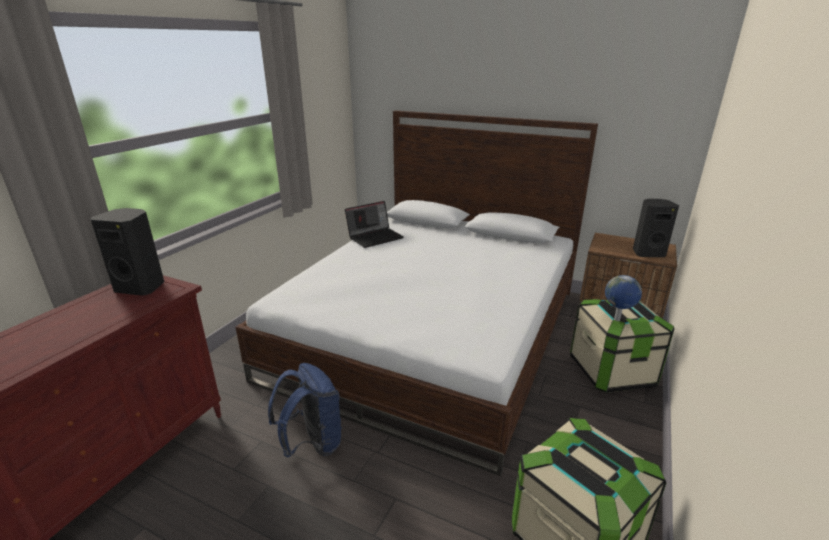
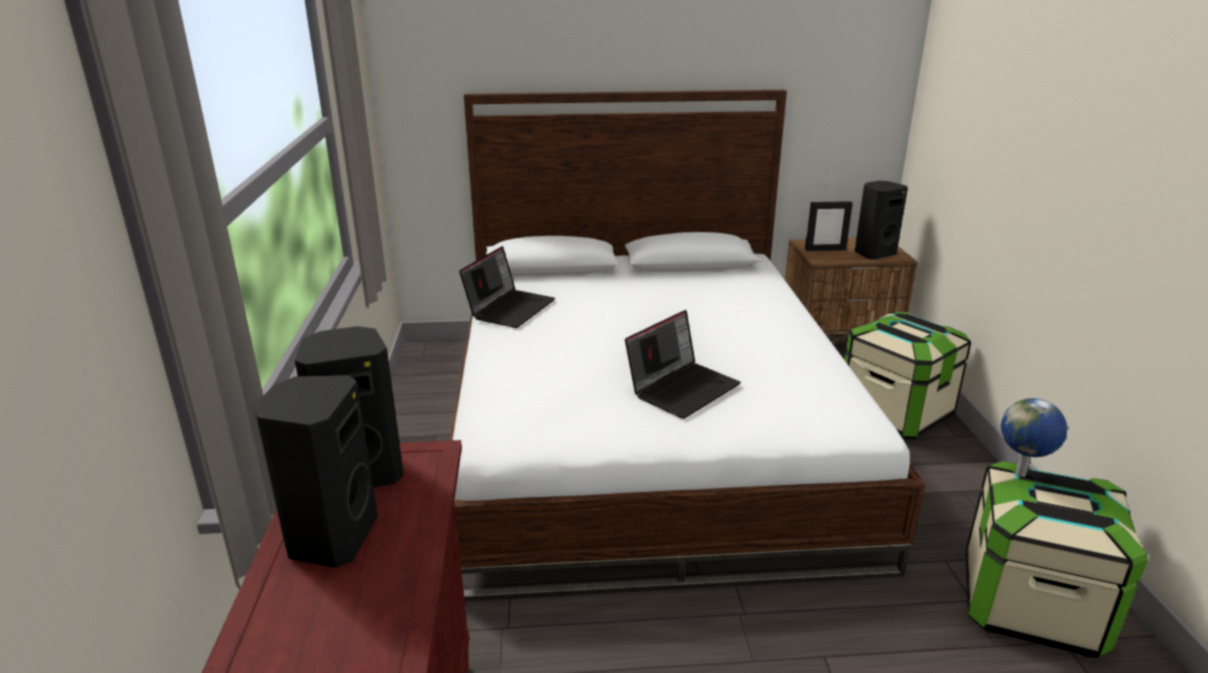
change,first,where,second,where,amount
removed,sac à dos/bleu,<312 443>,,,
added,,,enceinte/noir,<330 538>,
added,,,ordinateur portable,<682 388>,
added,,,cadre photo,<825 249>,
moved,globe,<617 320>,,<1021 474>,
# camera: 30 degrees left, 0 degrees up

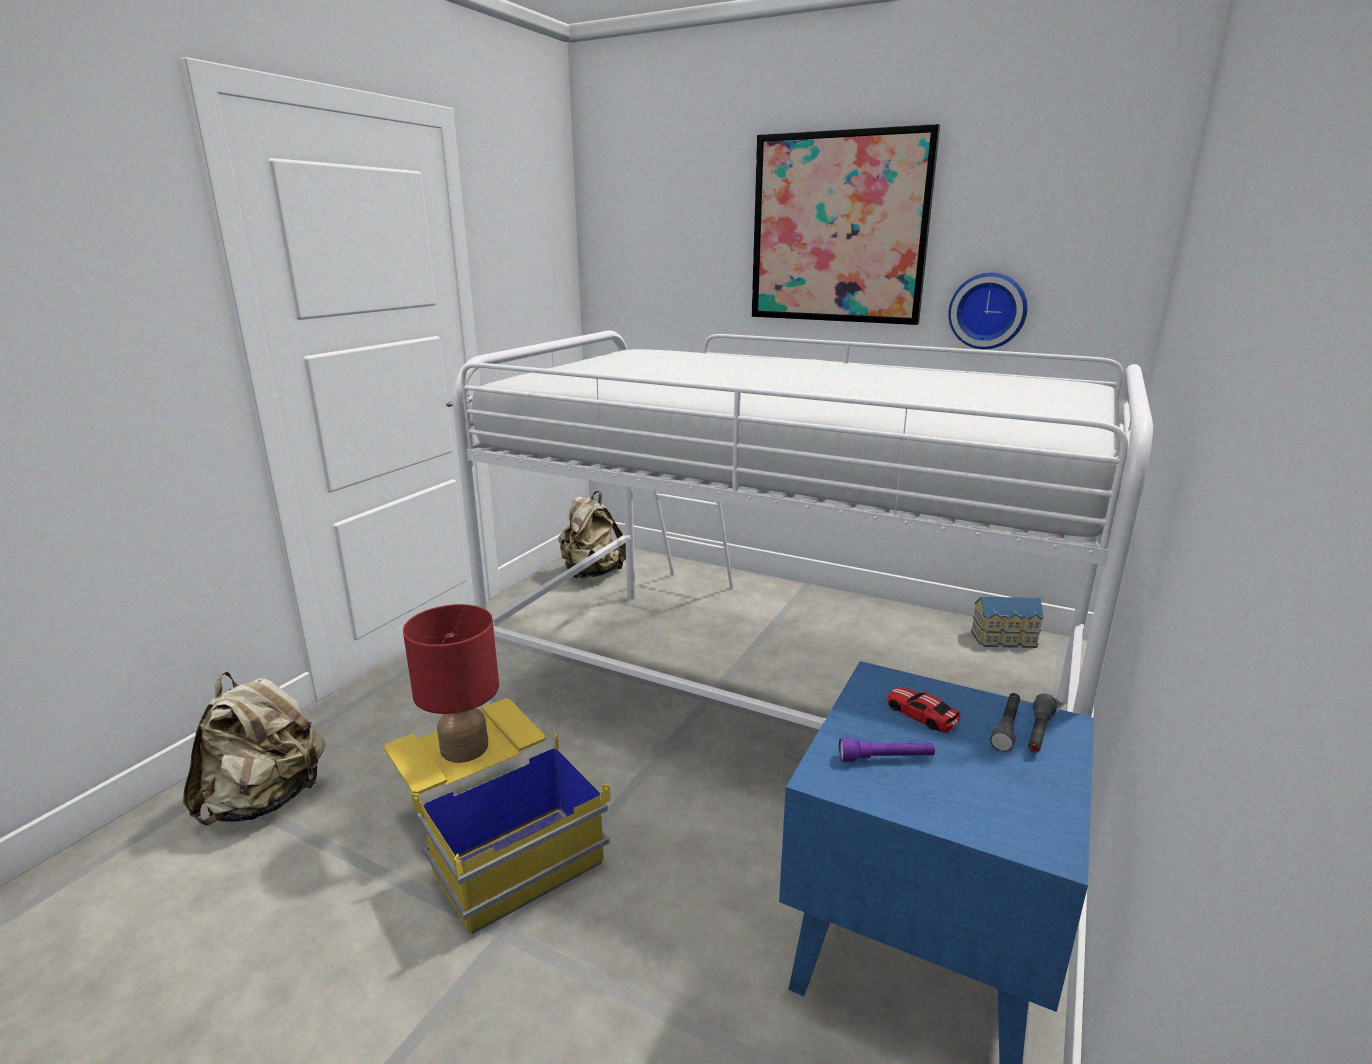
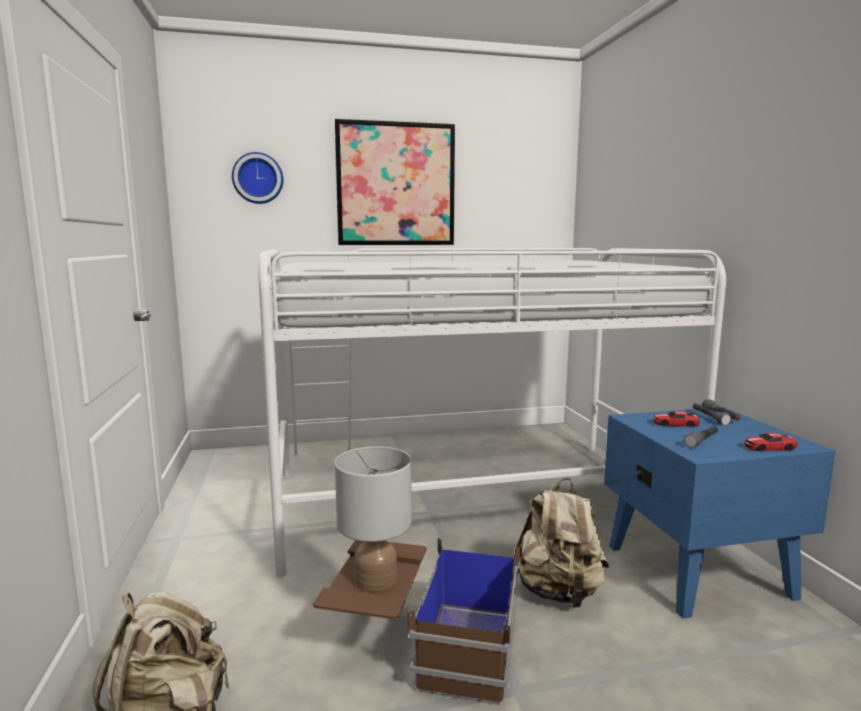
change,first,where,second,where,amount
removed,maison miniature,<1005 639>,,,
added,,,petite voiture,<770 448>,
moved,sac à dos/beige,<591 573>,,<558 593>,
moved,horloge murale,<988 310>,,<258 178>,
recoloured,boîte de rangement/jaune,<496 837>,boîte de rangement/marron,<422 645>,
recoloured,lampe de table/rouge,<463 748>,lampe de table/gris,<376 580>,
recoloured,lampe de poche/violet,<886 759>,lampe de poche/gris,<702 441>,
# camera: 40 degrees left, 10 degrees down

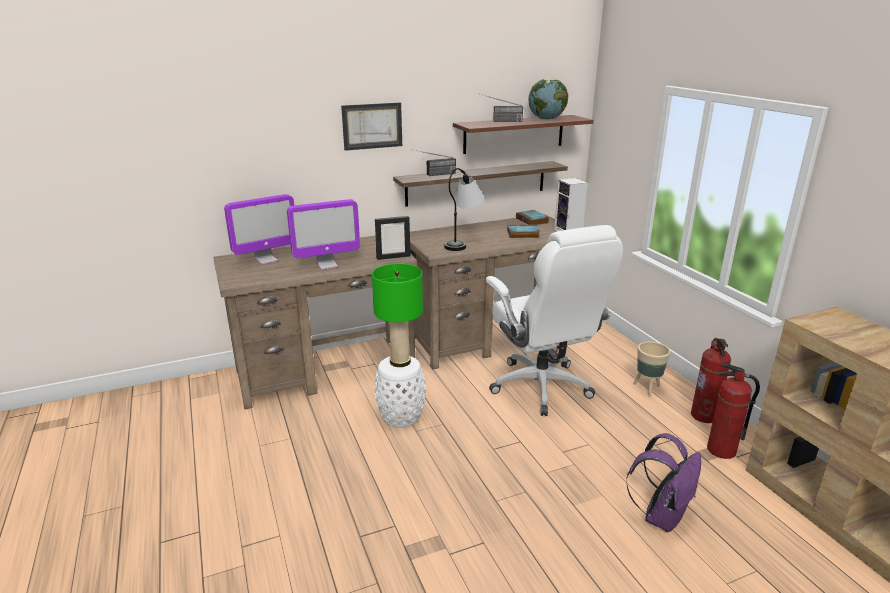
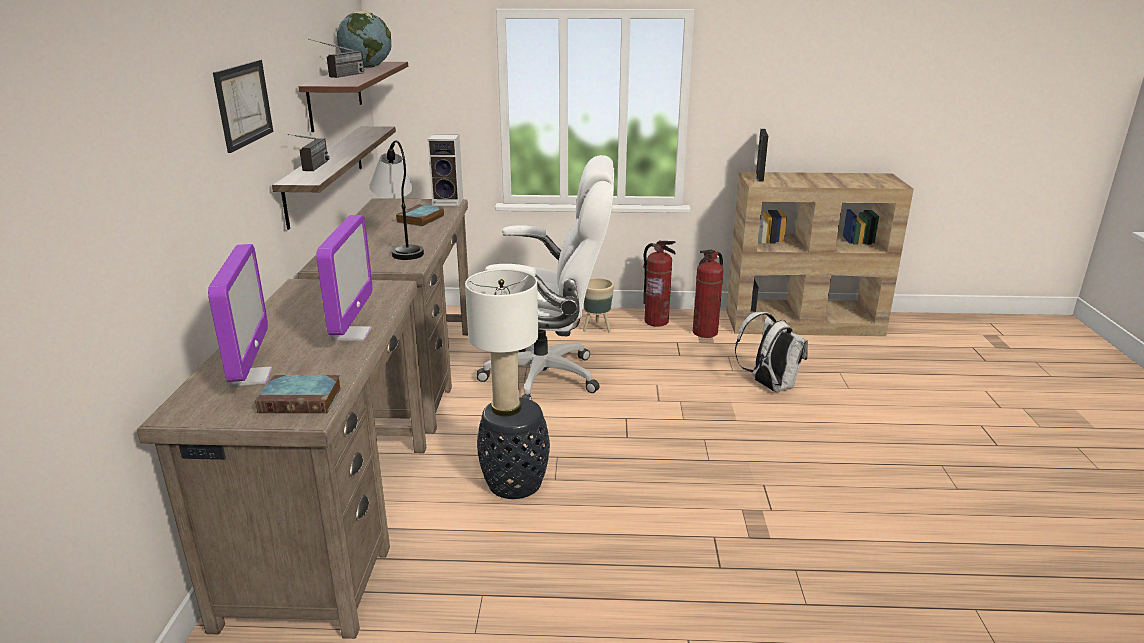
change,first,where,second,where,amount
moved,cadre photo,<393 257>,,<758 176>,
moved,livre,<532 220>,,<302 399>,
recoloured,lampe de table/vert,<400 362>,lampe de table/blanc,<506 408>,
recoloured,tabouret/blanc,<401 416>,tabouret/noir,<515 483>,
recoloured,sac à dos/violet,<661 516>,sac à dos/blanc,<769 385>,
# camera: 65 degrees left, 0 degrees up

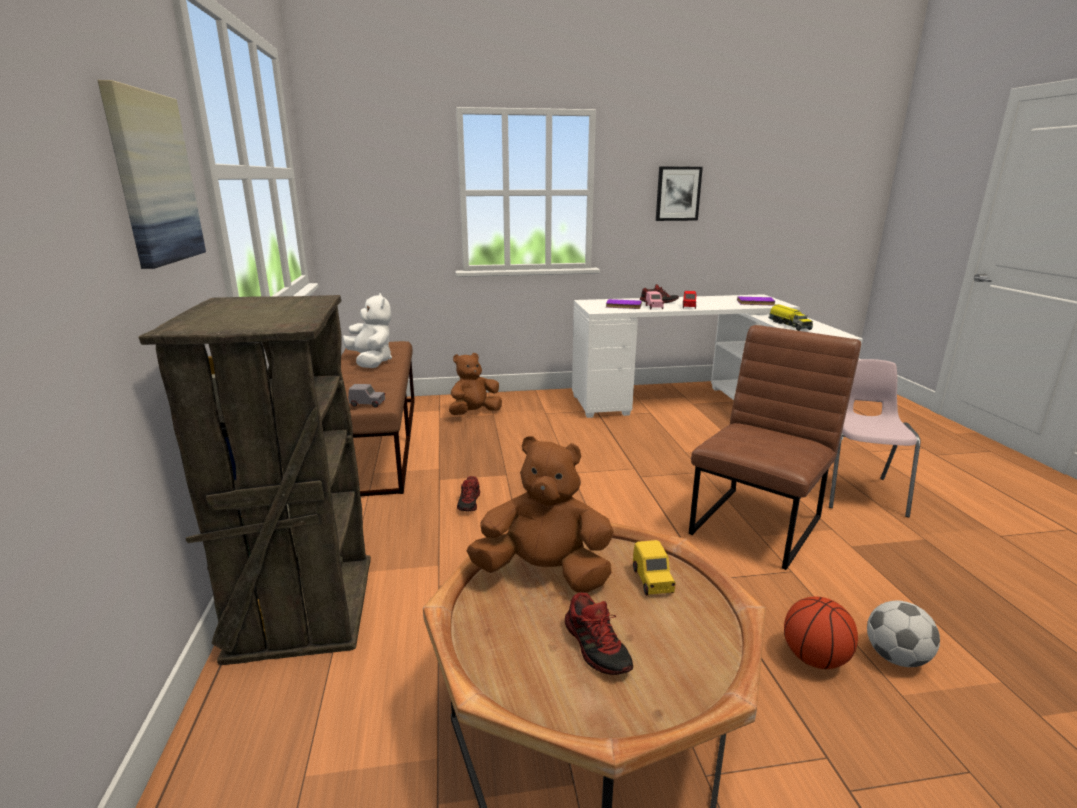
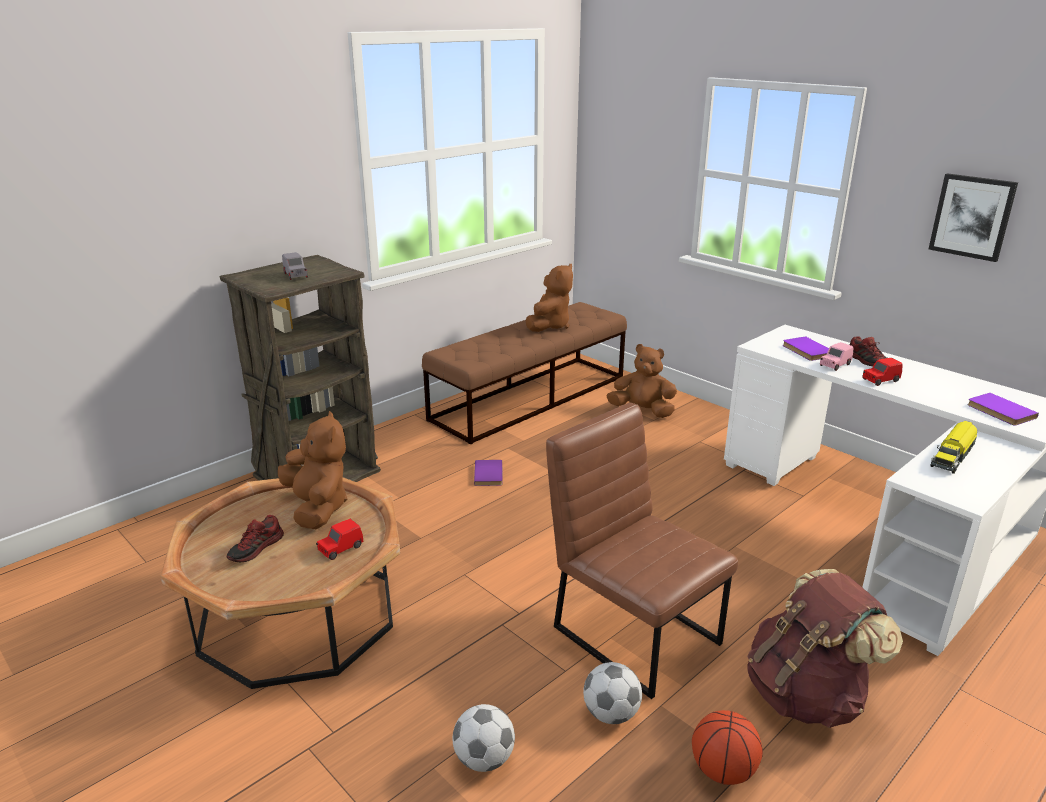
change,first,where,second,where,amount
removed,tableau,<153 179>,,,
added,,,ballon de foot,<611 714>,
moved,petite voiture/gris,<368 404>,,<295 275>,
moved,ballon de basket,<814 658>,,<722 770>,
replaced,chaussure,<470 502>,livre/violet,<490 474>,
replaced,chaise/rose,<859 492>,sac à dos/marron,<807 695>,
recoloured,peluche/blanc,<371 362>,peluche/marron,<549 325>,
recoloured,petite voiture/jaune,<652 581>,petite voiture/rouge,<340 549>,
turned,chaise/marron,<758 524>,,<633 632>,135 degrees counterclockwise
# camera: 55 degrees right, 5 degrees up

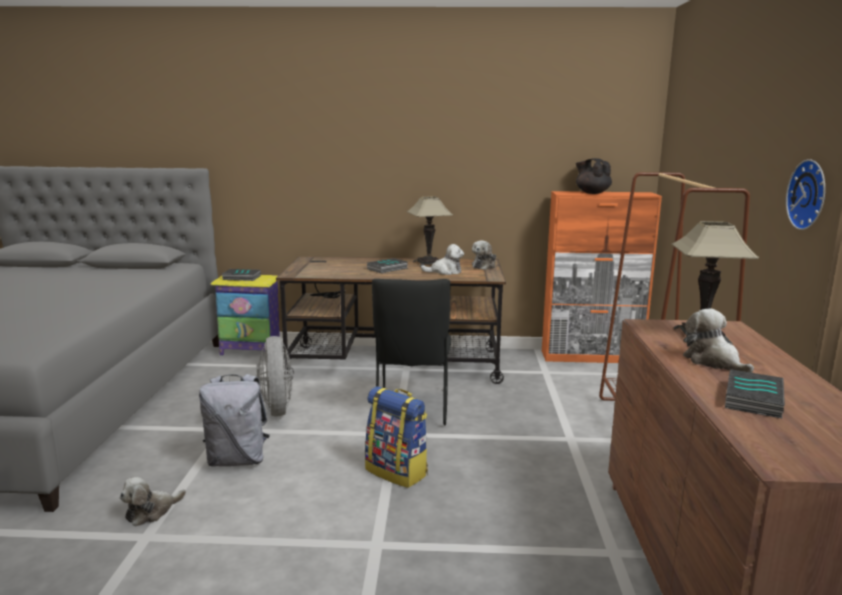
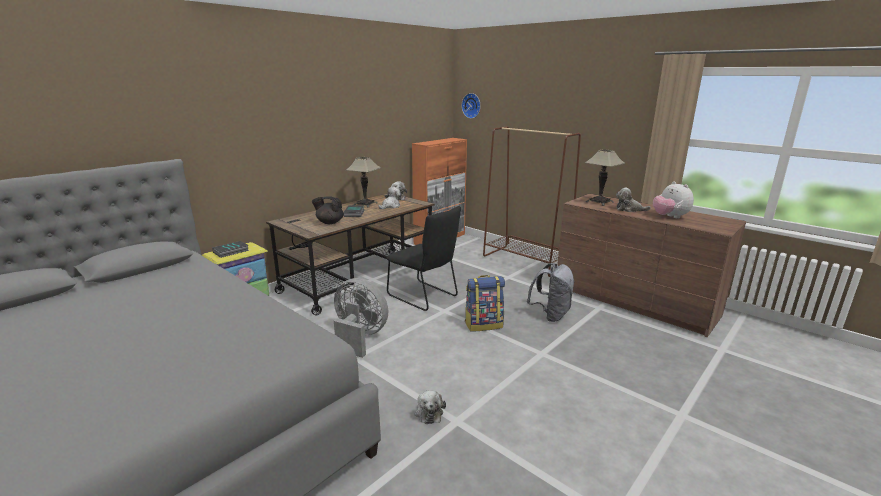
change,first,where,second,where,amount
moved,sac à dos/gris,<237 460>,,<550 315>,
moved,théière/noir,<592 193>,,<329 222>,
moved,horloge murale,<810 195>,,<472 105>,
replaced,livre,<755 400>,peluche,<669 217>,
# camera: 50 degrees left, 5 degrees up

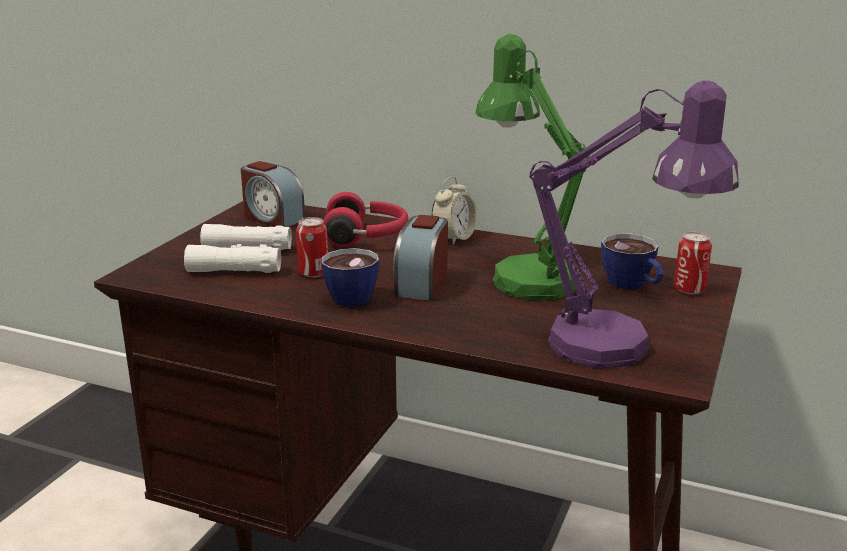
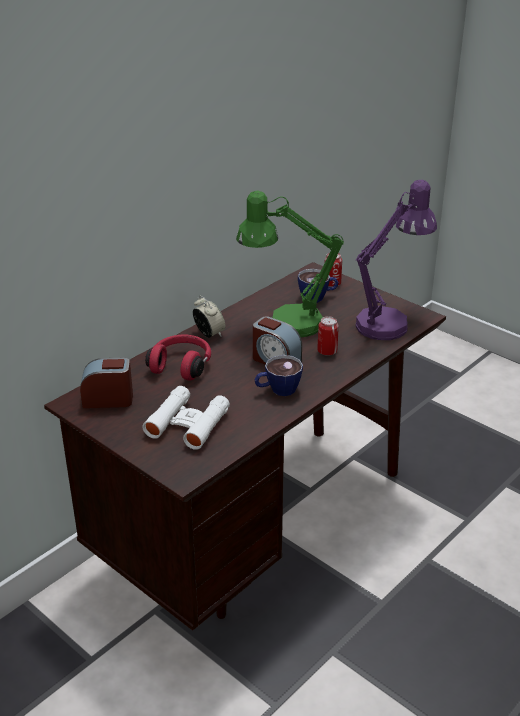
change,first,where,second,where,amount
moved,boîte métallique,<313 273>,,<327 351>,
turned,réveil,<272 218>,,<108 399>,150 degrees counterclockwise
# camera: 70 degrees left, 10 degrees up

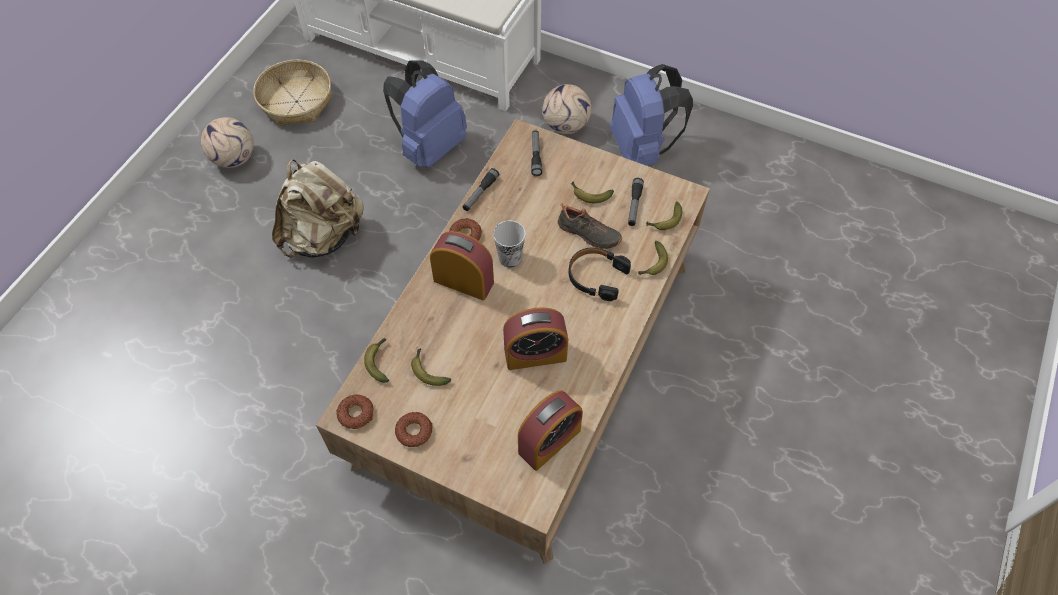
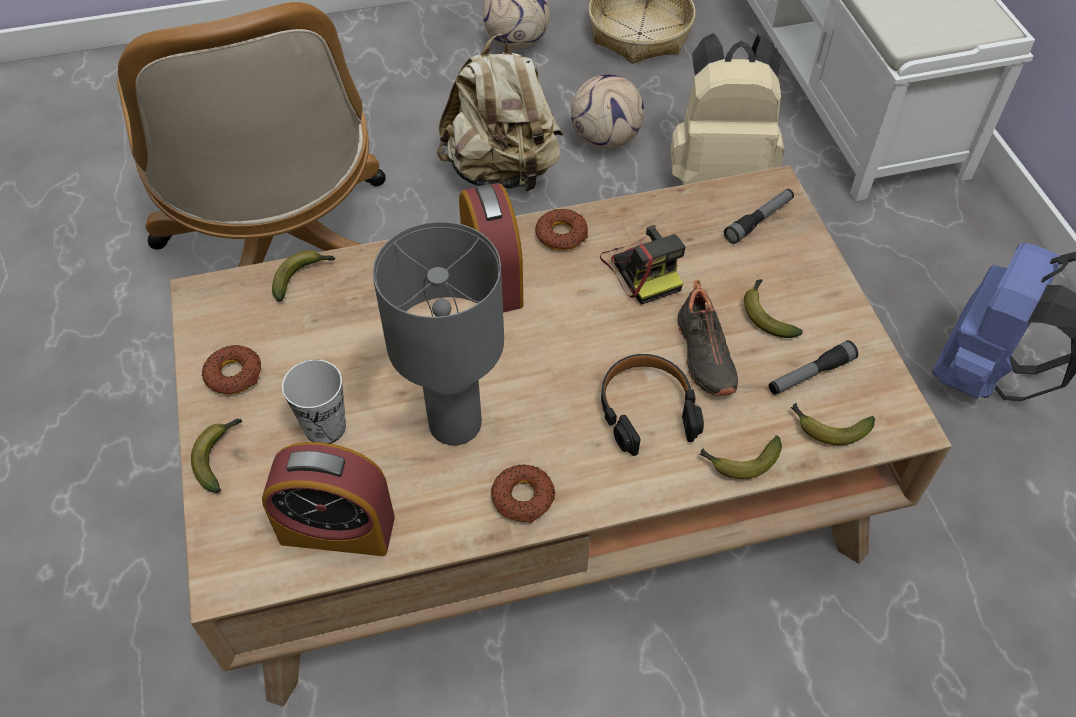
change,first,where,second,where,amount
removed,lampe de poche,<480 193>,,,
added,,,chaise de bureau,<285 249>,
added,,,appareil photo,<642 269>,
moved,beignet,<356 413>,,<523 497>,
moved,banane,<428 370>,,<219 456>,
moved,tasse,<510 258>,,<325 427>,
moved,ballon de foot,<566 125>,,<606 139>,
replaced,réveil,<535 354>,lampe de table/gris,<457 423>,
recoloured,sac à dos/bleu,<429 146>,sac à dos/beige,<719 171>,
# camera: 50 degrees right, 5 degrees down

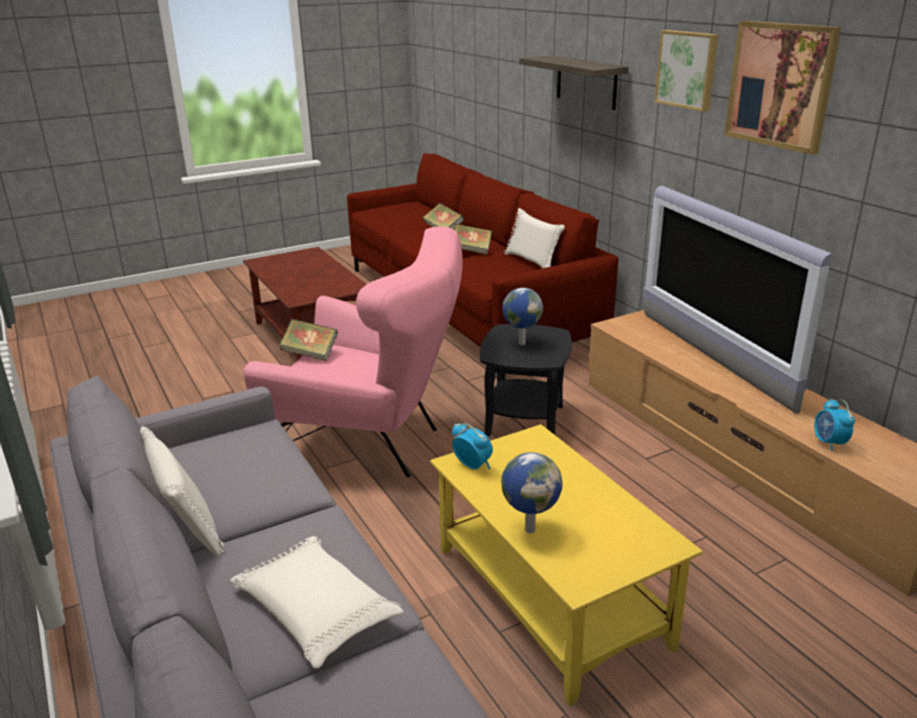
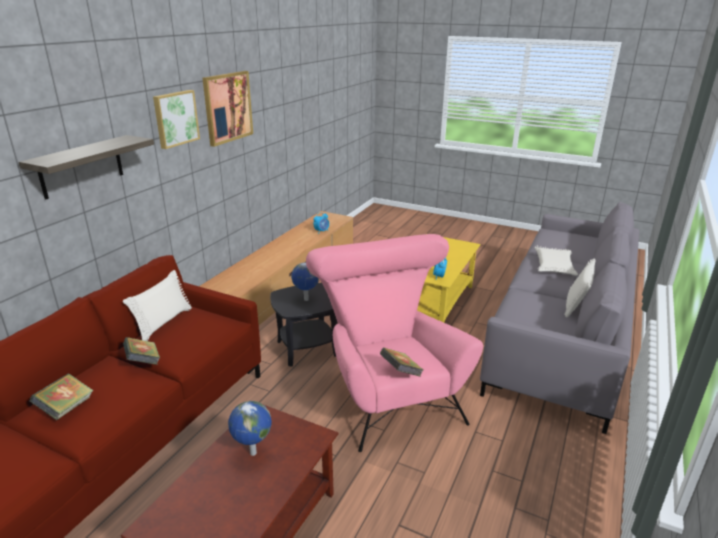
change,first,where,second,where,amount
removed,téléviseur,<710 359>,,,
moved,globe,<530 529>,,<252 453>,
# camera: 125 degrees left, 0 degrees up

